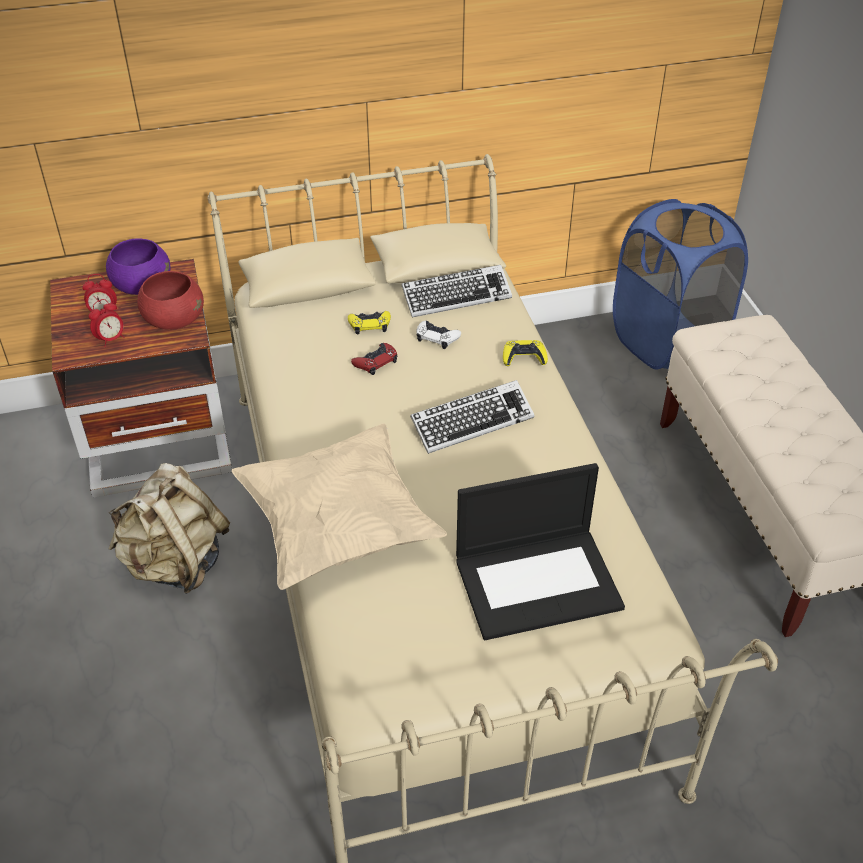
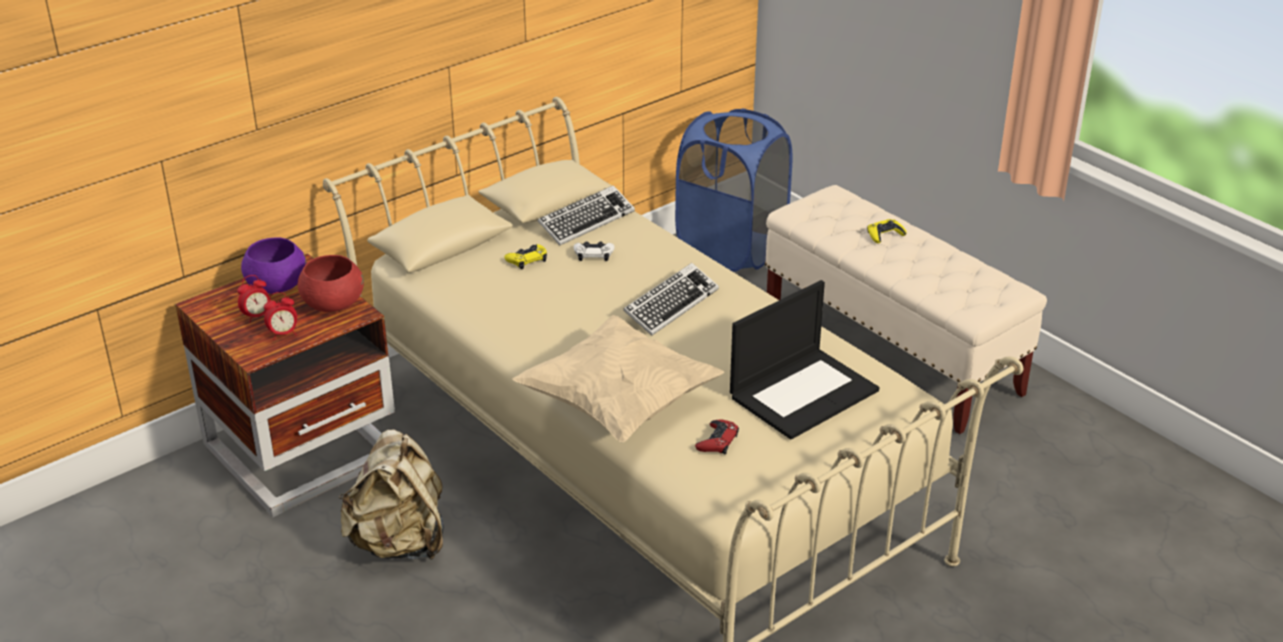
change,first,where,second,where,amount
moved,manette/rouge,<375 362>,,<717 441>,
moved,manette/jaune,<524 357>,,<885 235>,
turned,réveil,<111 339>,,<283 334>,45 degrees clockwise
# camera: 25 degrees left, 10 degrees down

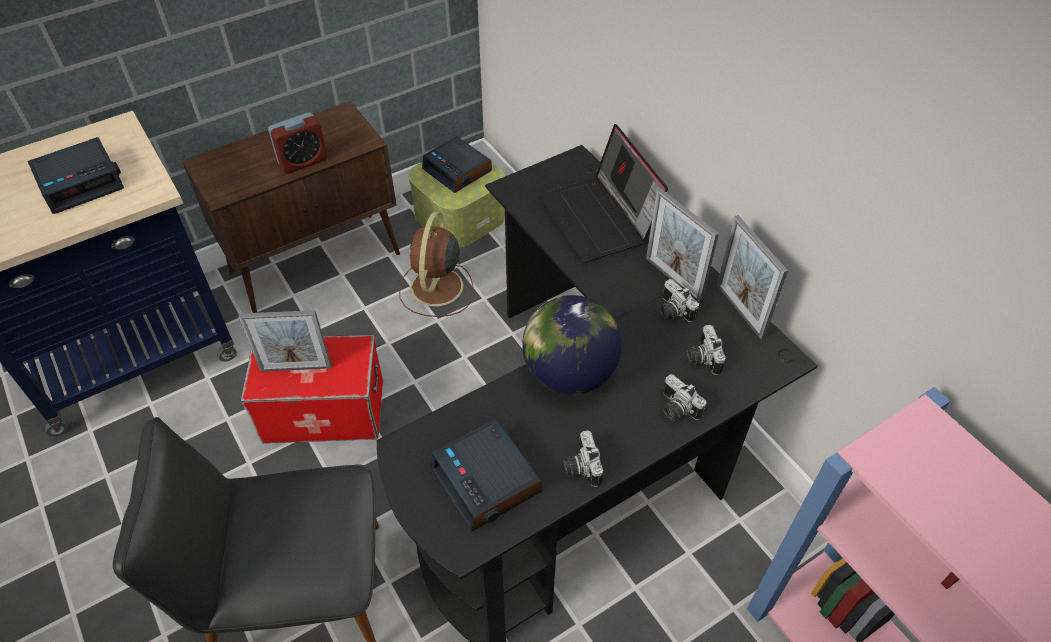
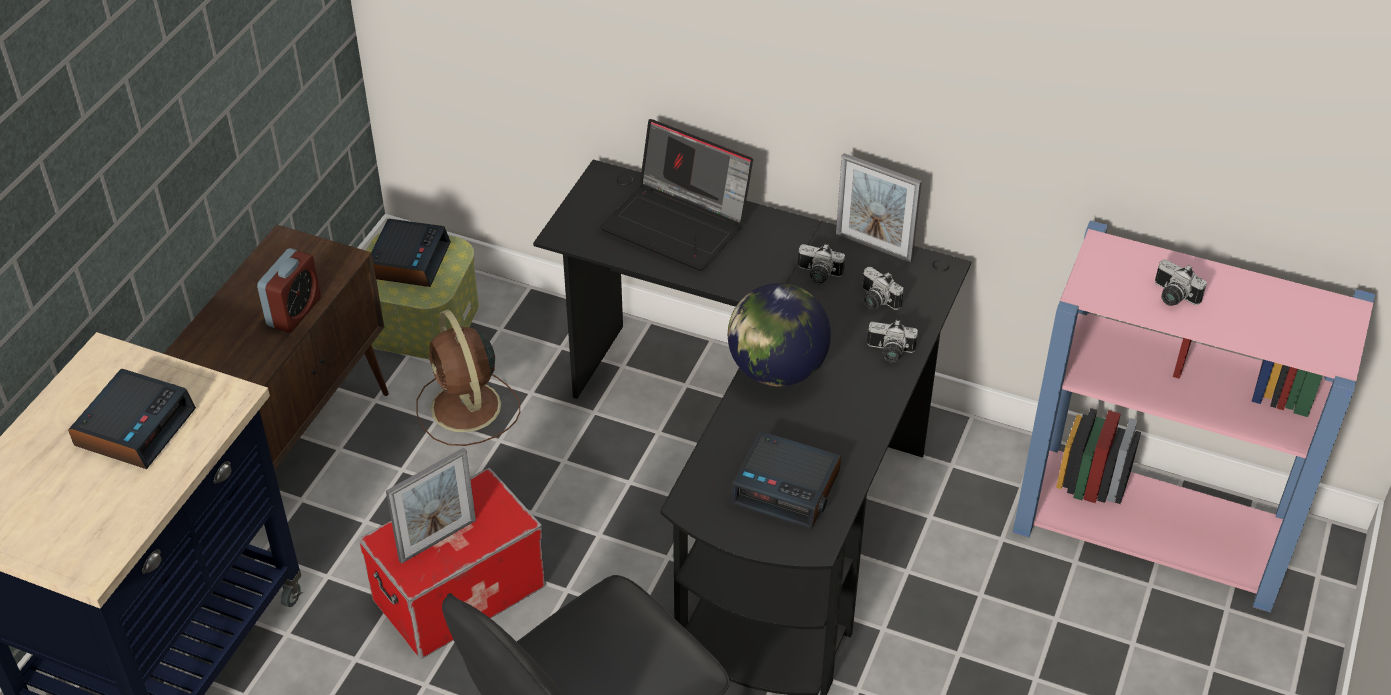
change,first,where,second,where,amount
removed,cadre photo,<673 279>,,,
moved,appareil photo,<580 467>,,<1172 297>,
turned,réveil,<458 170>,,<408 260>,90 degrees counterclockwise
# camera: 35 degrees left, 5 degrees down

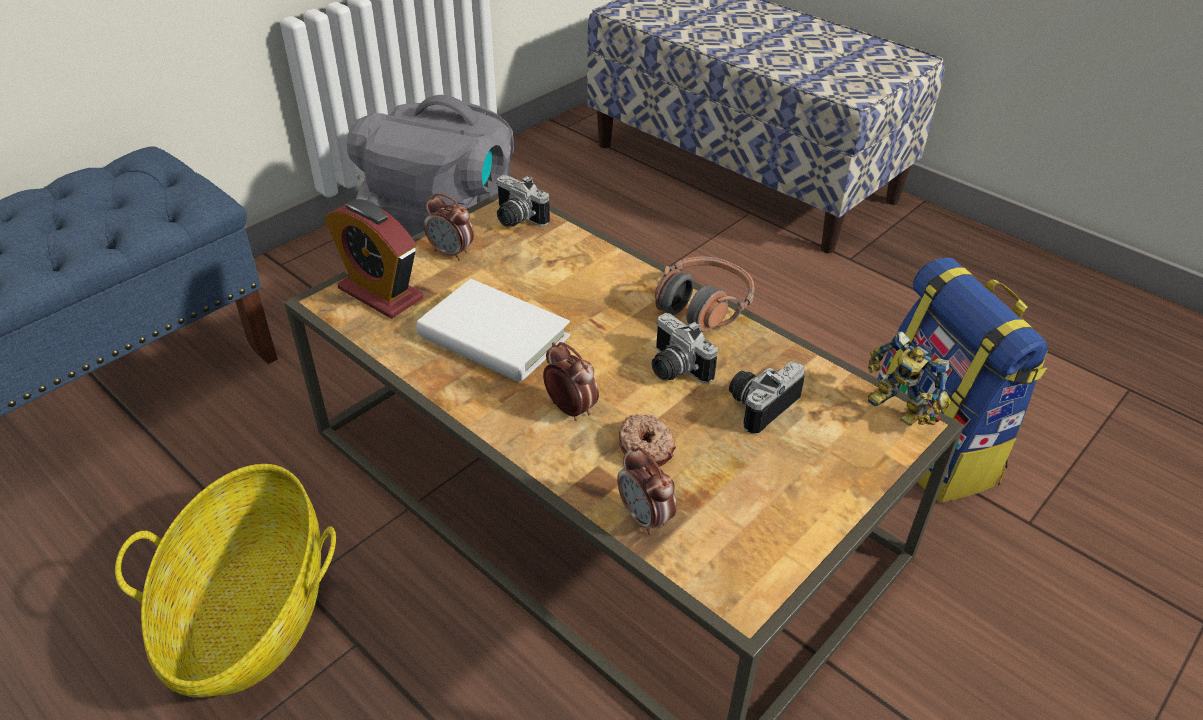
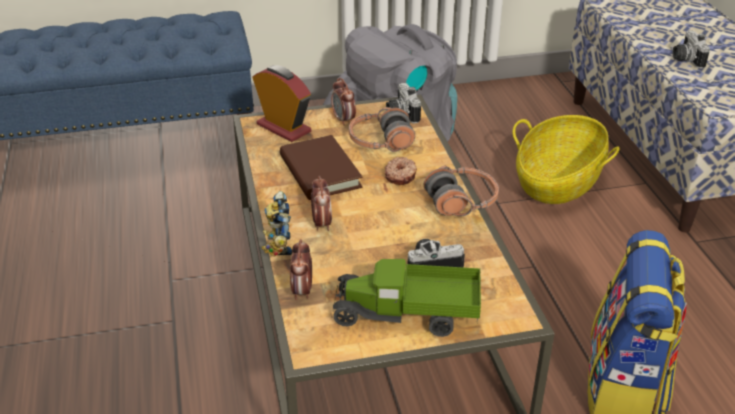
change,first,where,second,where,amount
added,,,camion jouet,<407 315>,
added,,,casque audio,<380 142>,
moved,panier,<251 612>,,<558 182>,
moved,beignet,<646 447>,,<401 176>,
moved,appareil photo,<673 369>,,<685 59>,
moved,robot jouet,<896 410>,,<277 246>,
recoloured,livre/blanc,<493 337>,livre/marron,<320 172>,
turned,réveil,<380 294>,,<284 128>,150 degrees clockwise
# camera: 35 degrees right, 5 degrees down

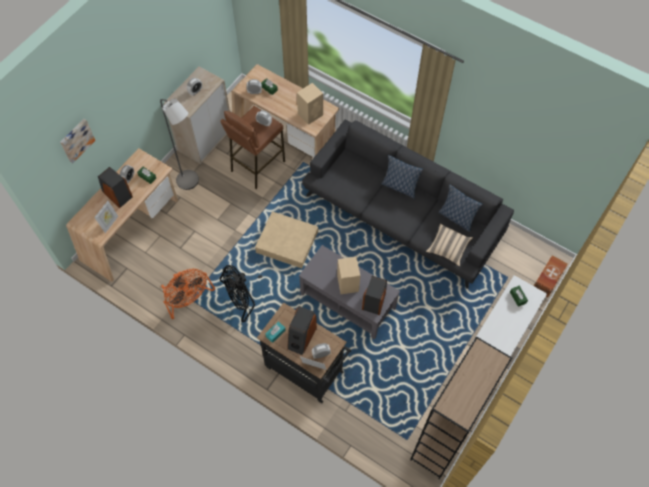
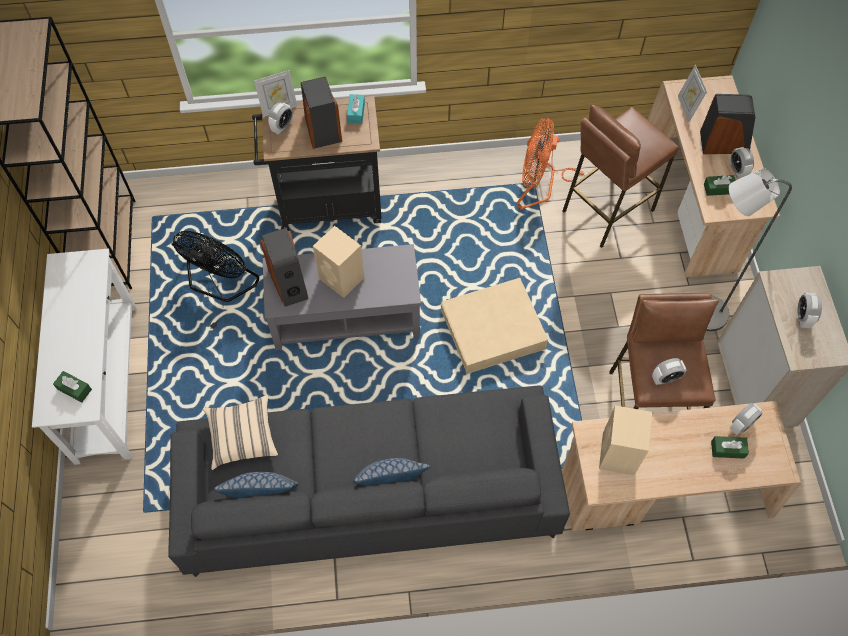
change,first,where,second,where,amount
removed,tableau,<76 140>,,,
removed,boîte de rangement/marron,<547 280>,,,
added,,,tabouret/marron,<607 210>,
moved,ventilateur/noir,<242 296>,,<217 287>,
# camera: 140 degrees right, 0 degrees up

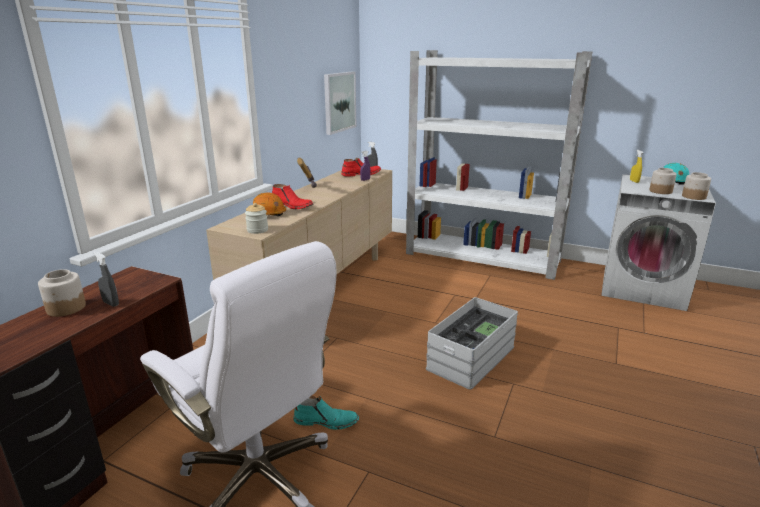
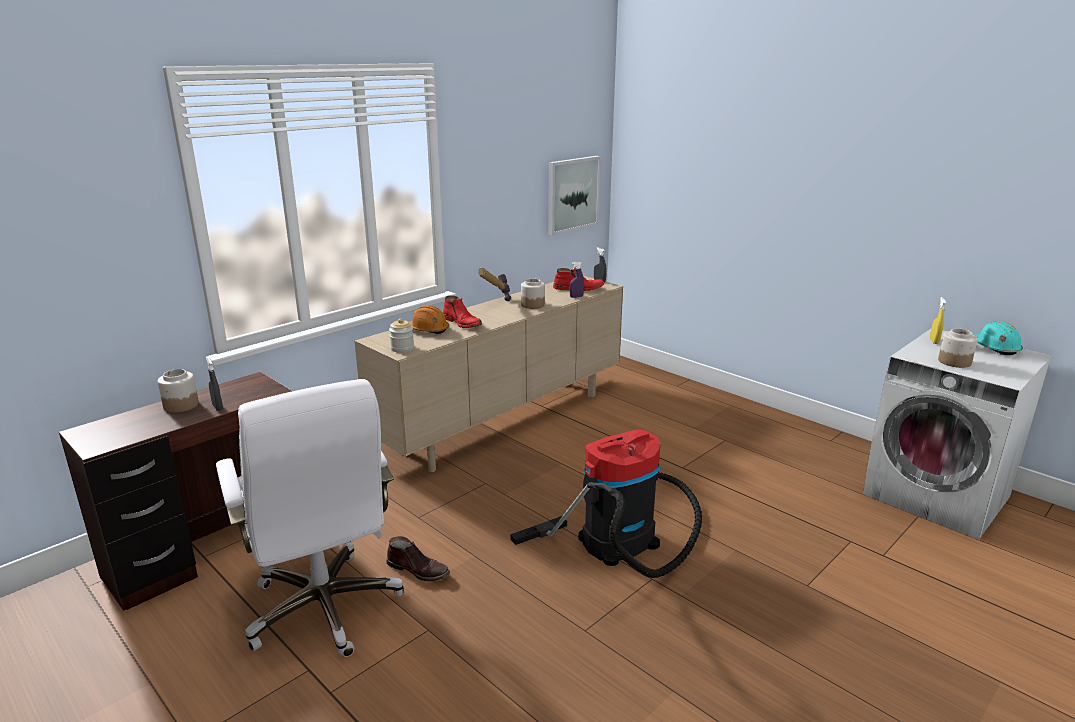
change,first,where,second,where,amount
removed,bibliothèque/blanc,<482 257>,,,
moved,bocal,<693 196>,,<532 305>,
replaced,boîte de rangement/gris,<472 358>,aspirateur,<624 538>,
recoloured,botte/turquoise,<326 421>,botte/marron,<419 570>,
# camera: 20 degrees right, 0 degrees up

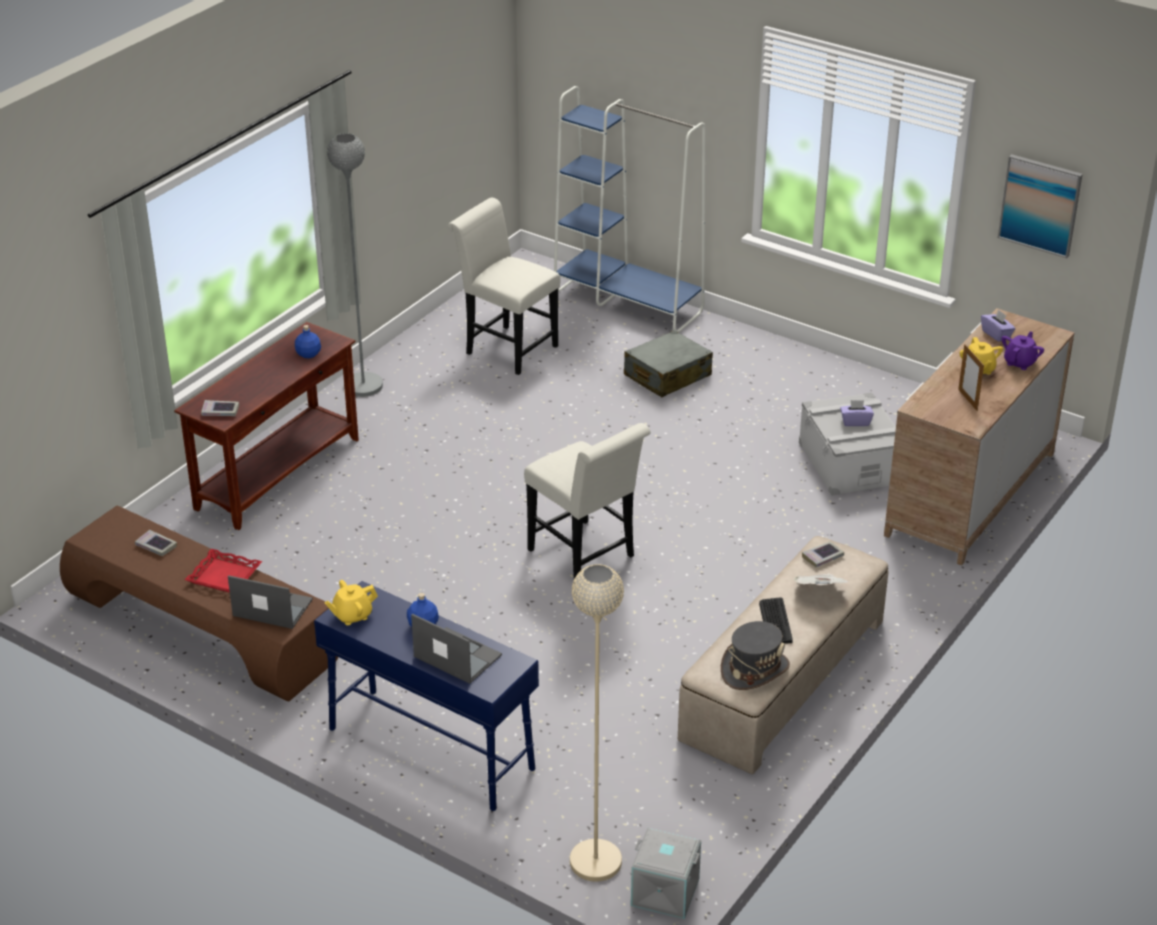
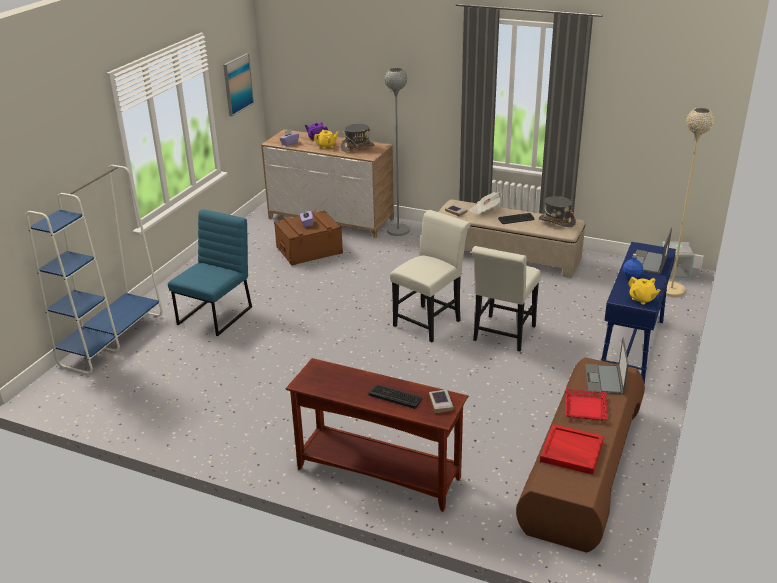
change,first,where,second,where,amount
removed,bouteille/bleu,<308 354>,,,
added,,,clavier,<395 396>,
moved,lampadaire/gris,<363 385>,,<398 231>,
moved,chaise/blanc,<506 348>,,<502 336>,
replaced,livre,<156 546>,plateau/rouge,<571 451>,
replaced,valise/gris,<667 376>,chaise/bleu,<217 314>,
replaced,cadre photo,<967 400>,chapeau/gris,<357 147>,
recoloured,boîte de rangement/gris,<850 463>,boîte de rangement/marron,<309 250>,
# camera: 100 degrees left, 5 degrees down

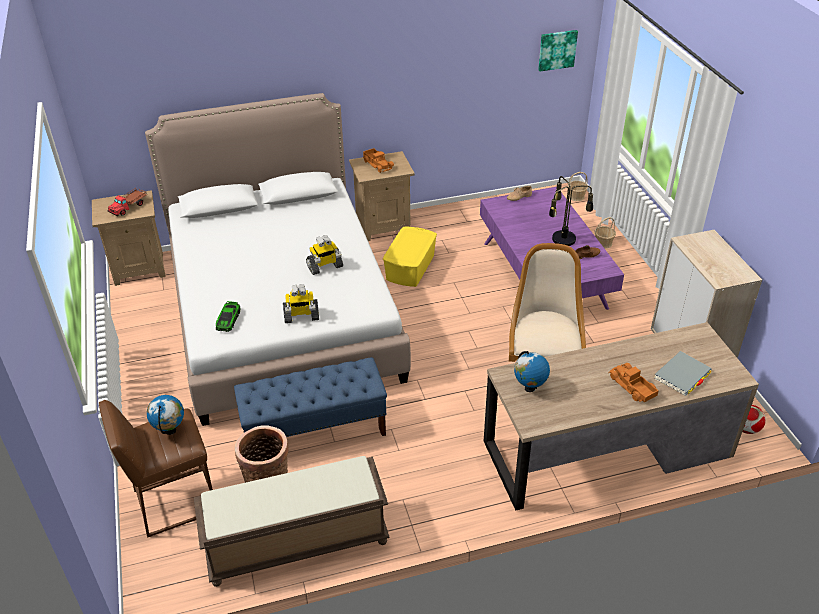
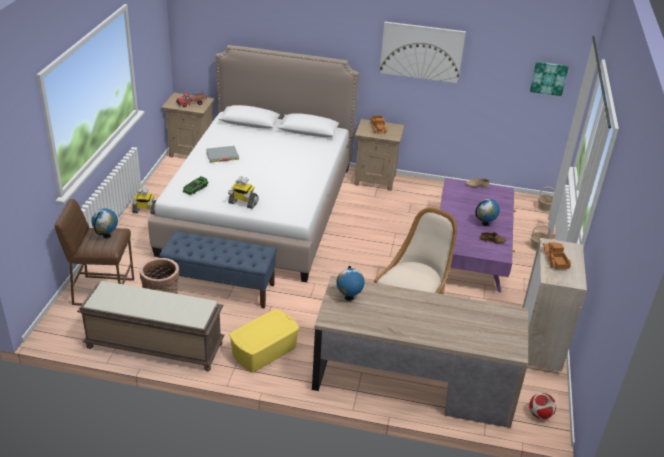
change,first,where,second,where,amount
added,,,tableau,<421 52>,
moved,robot jouet,<325 267>,,<145 210>,
moved,boîte de rangement/jaune,<410 267>,,<264 351>,
moved,camion jouet,<631 387>,,<555 259>,
moved,livre/gris,<682 375>,,<222 156>,
replaced,lampe de table,<563 239>,globe,<485 224>,
# camera: 25 degrees right, 5 degrees down

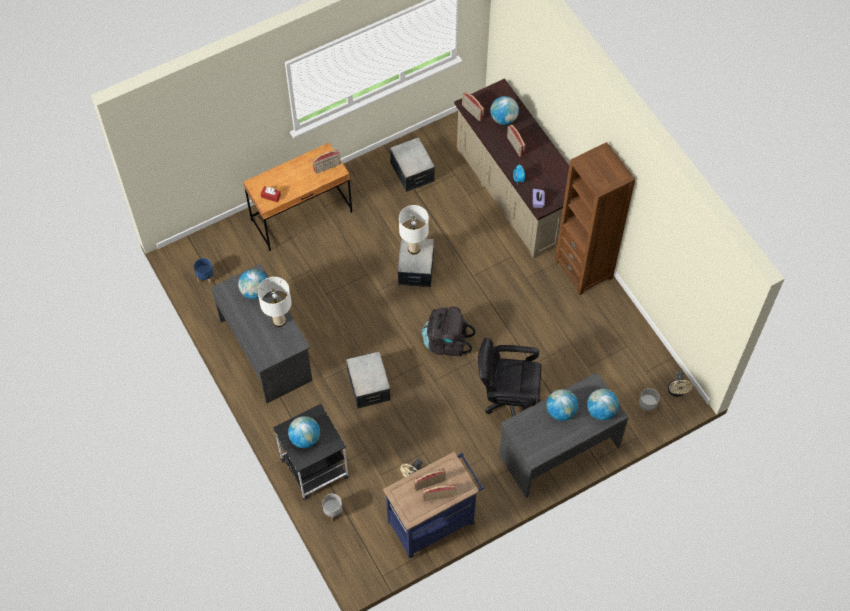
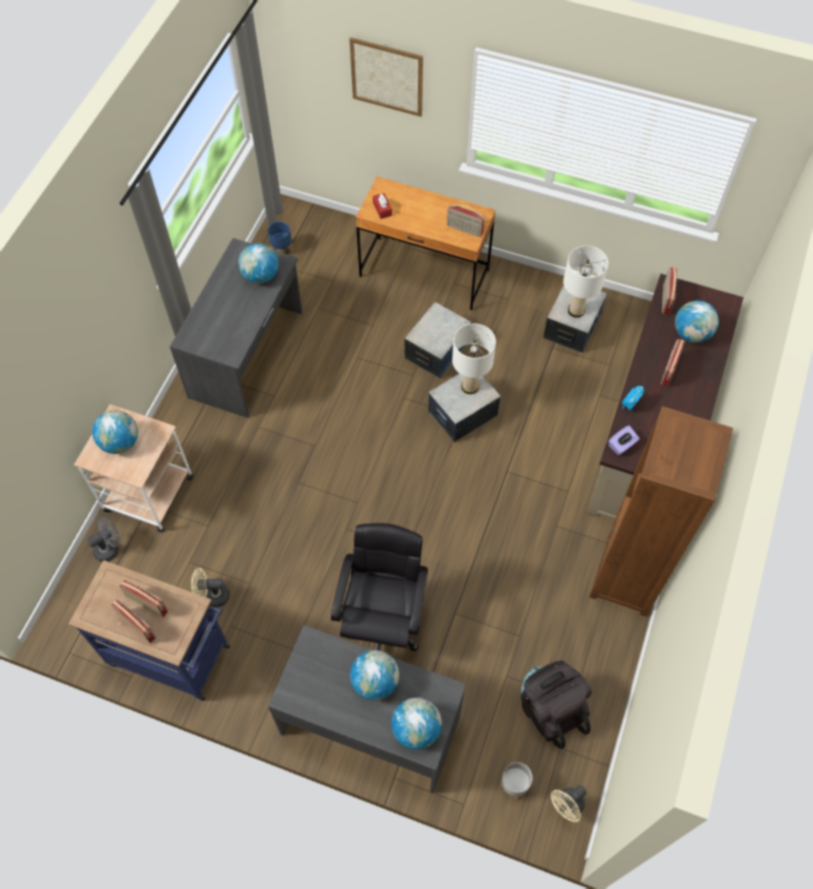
change,first,where,second,where,amount
added,,,tableau,<387 76>,
moved,lampe de table/blanc,<279 321>,,<576 310>,
moved,boîte de rangement,<369 386>,,<437 351>,
moved,sac à dos/noir,<446 342>,,<550 708>,
replaced,cache-pot/gris,<333 512>,ventilateur/gris,<110 548>,
recoloured,chariot/noir,<314 467>,chariot/beige,<149 492>,
turned,chaise de bureau/noir,<507 402>,,<384 622>,45 degrees clockwise
# camera: 50 degrees right, 0 degrees up

